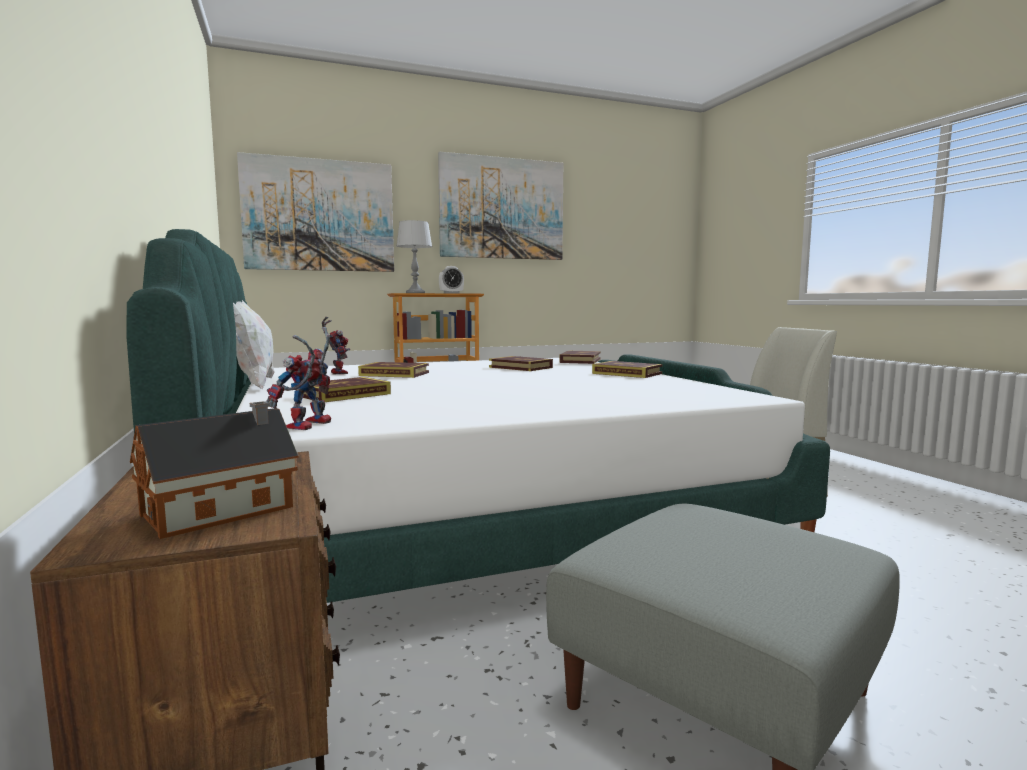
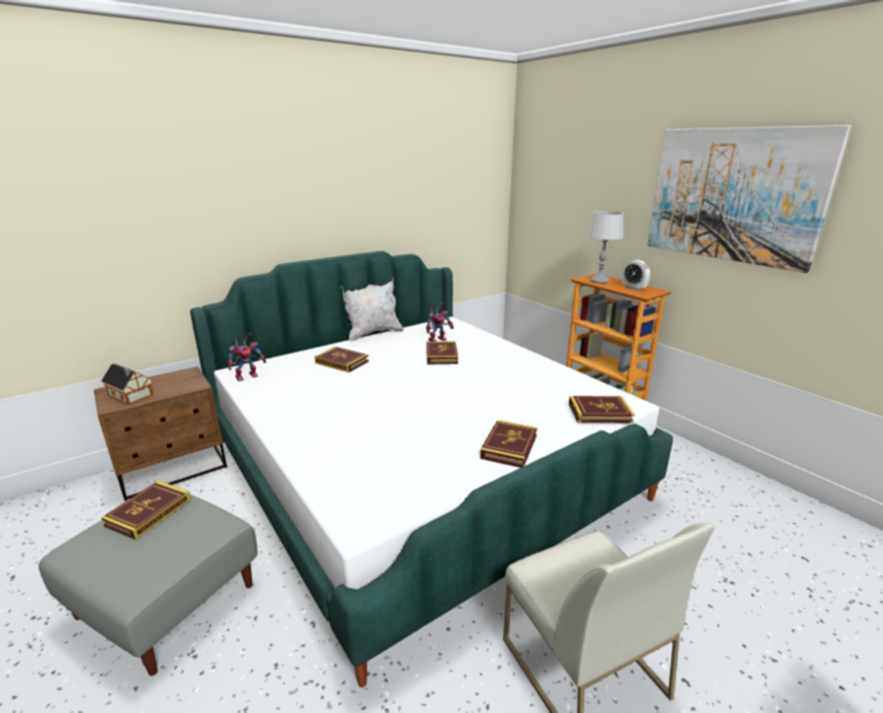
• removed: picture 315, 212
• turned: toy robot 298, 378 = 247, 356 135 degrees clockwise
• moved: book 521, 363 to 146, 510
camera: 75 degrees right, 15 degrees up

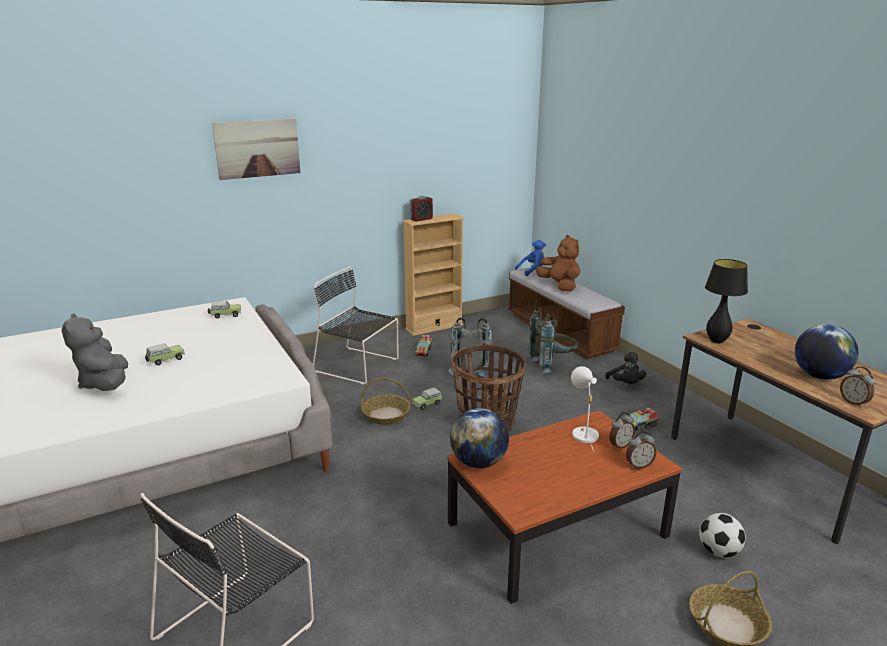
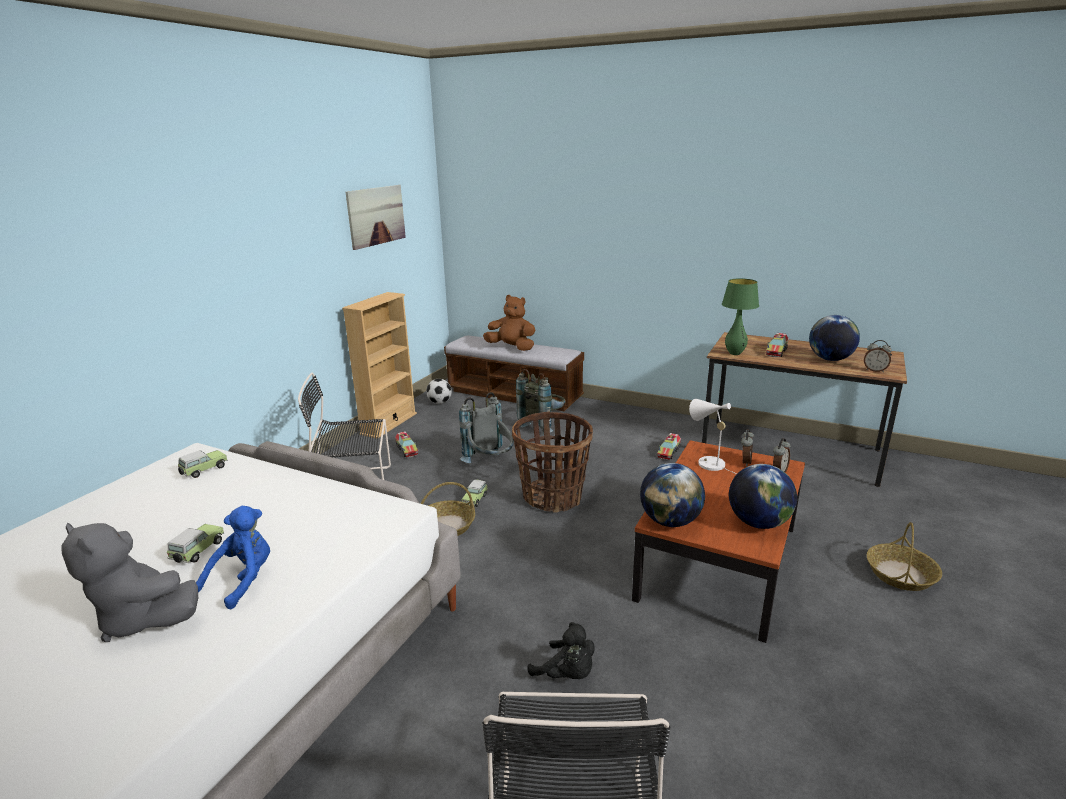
• moved: picture 256, 149 to 376, 217
• removed: alarm clock 421, 209
• moved: plush toy (blue) 530, 258 to 233, 557
• moved: plush toy (black) 625, 368 to 561, 650
• moved: football 722, 535 to 439, 391
• recoloured: table lamp (black) 726, 301 to table lamp (green) 740, 316
• added: globe 763, 496
• added: toy truck 777, 345
camera: 35 degrees left, 0 degrees up

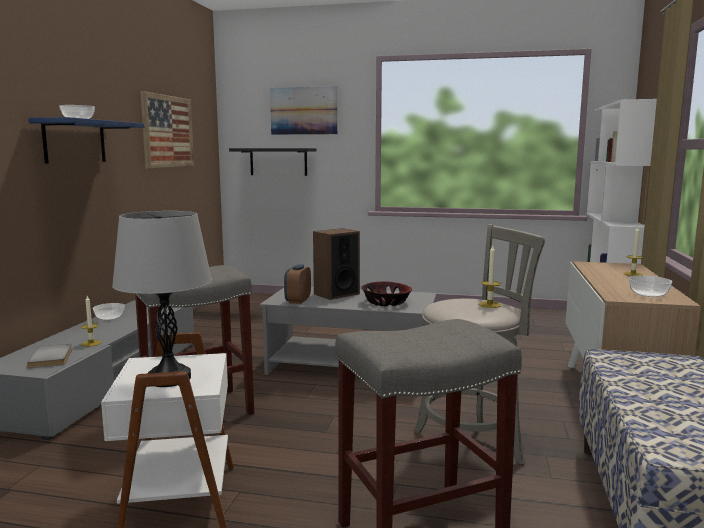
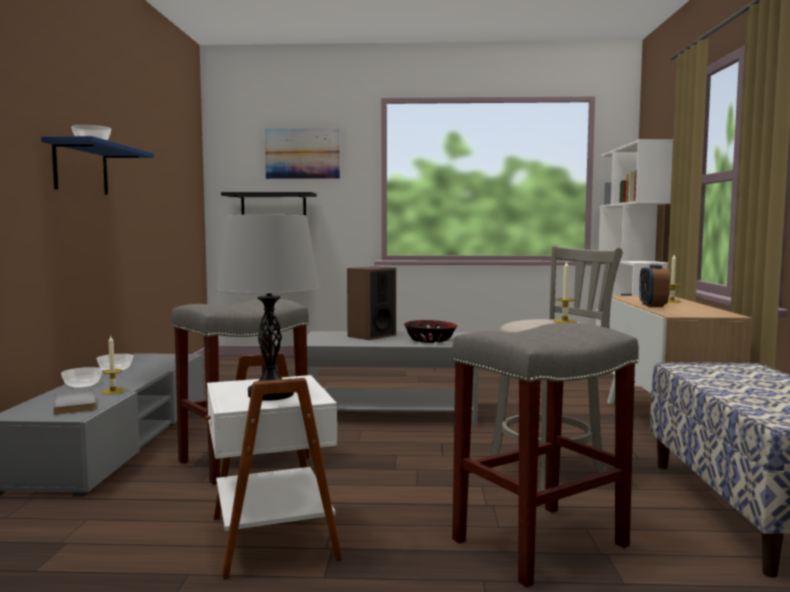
• removed: picture 167, 130
• moved: alarm clock 297, 284 to 654, 286
• moved: bowl 650, 286 to 82, 377
camera: 10 degrees left, 5 degrees down

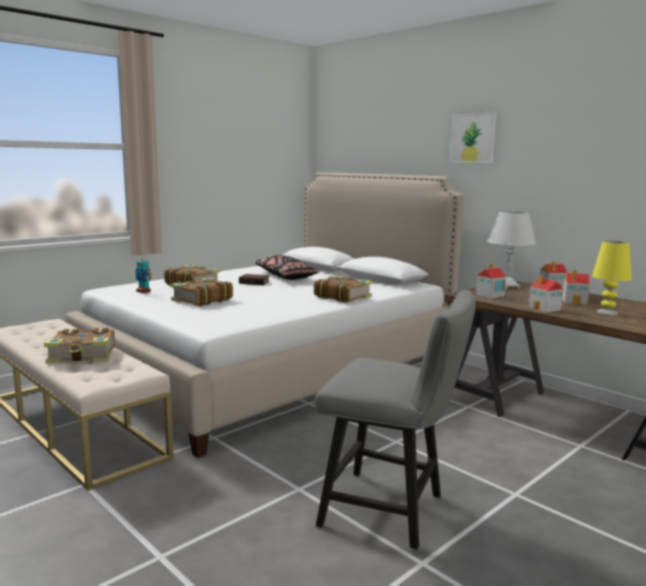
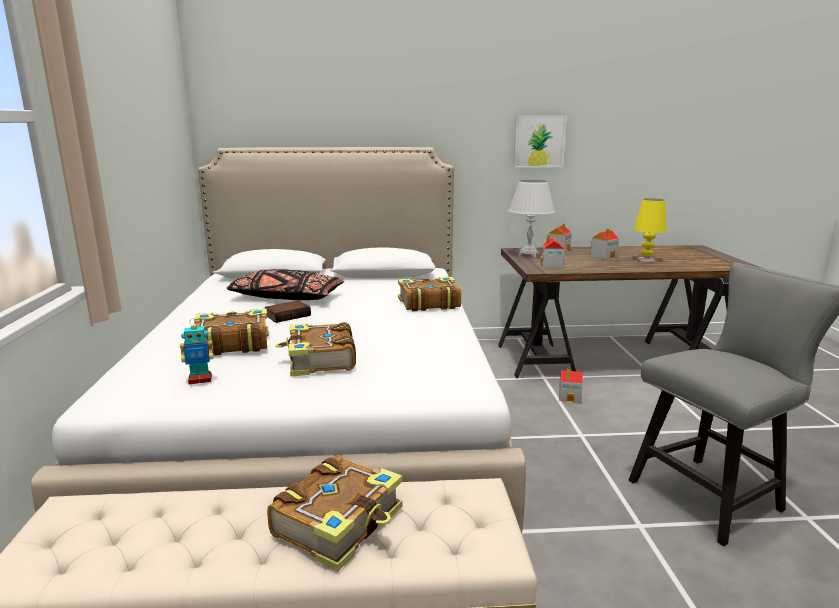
• moved: picture 473, 137 to 540, 141
• moved: toy house 545, 294 to 571, 386
camera: 50 degrees left, 5 degrees up

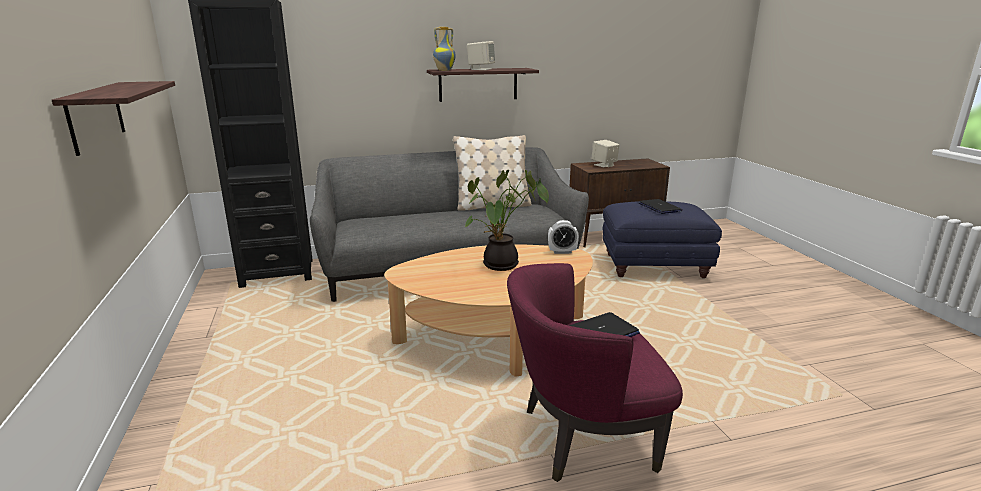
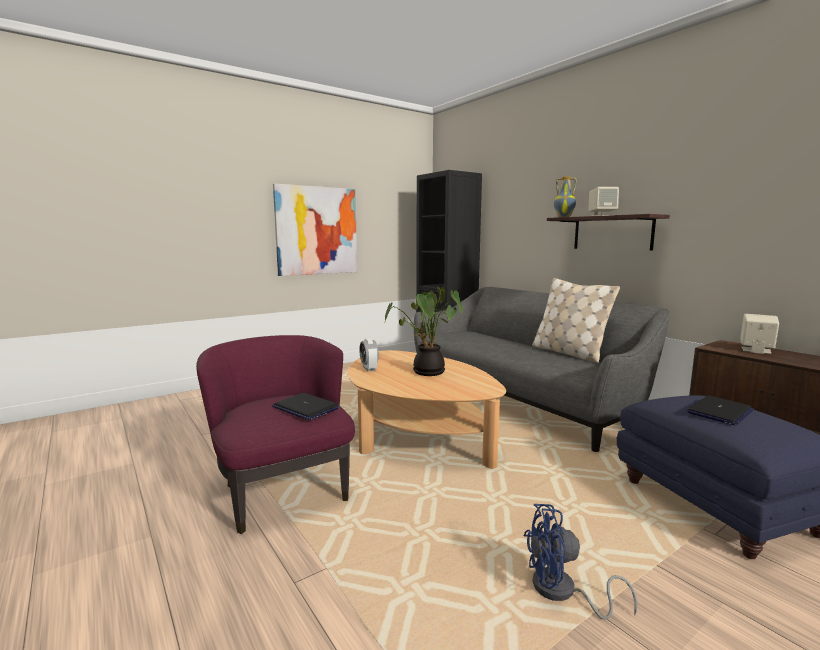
• replaced: shelf 113, 118 to picture 315, 230
• moved: alarm clock 563, 237 to 369, 354
• added: fan (blue) 581, 562
camera: 70 degrees right, 10 degrees down

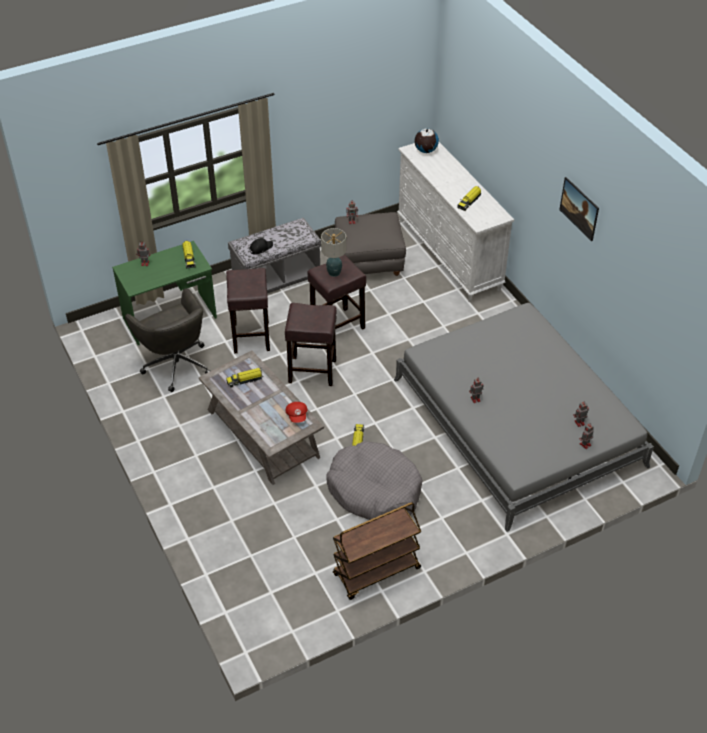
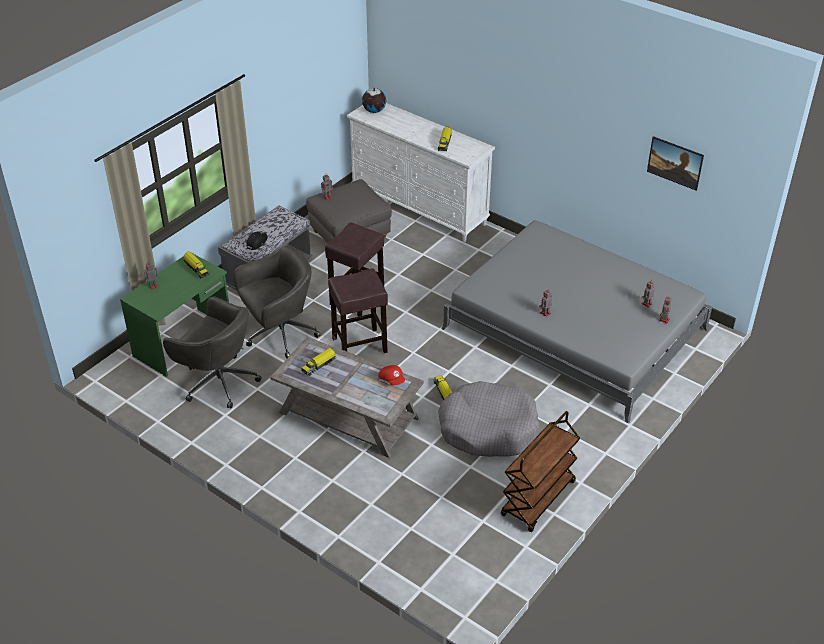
• replaced: stool (brown) 248, 310 to office chair (grey) 277, 302
• removed: table lamp 333, 252
• moved: picture 579, 209 to 675, 163
camera: 25 degrees left, 5 degrees down

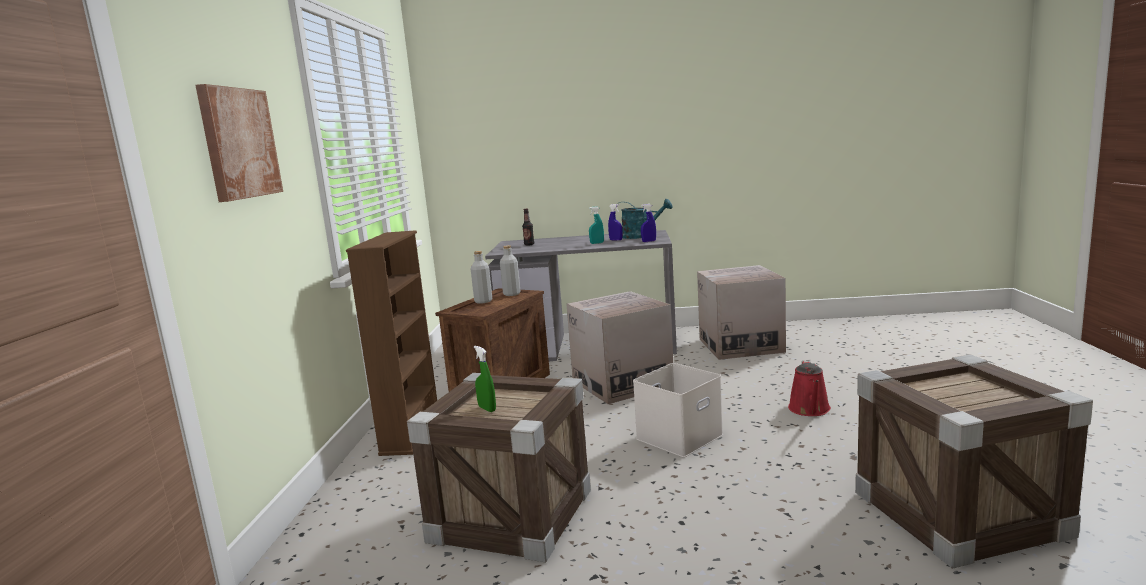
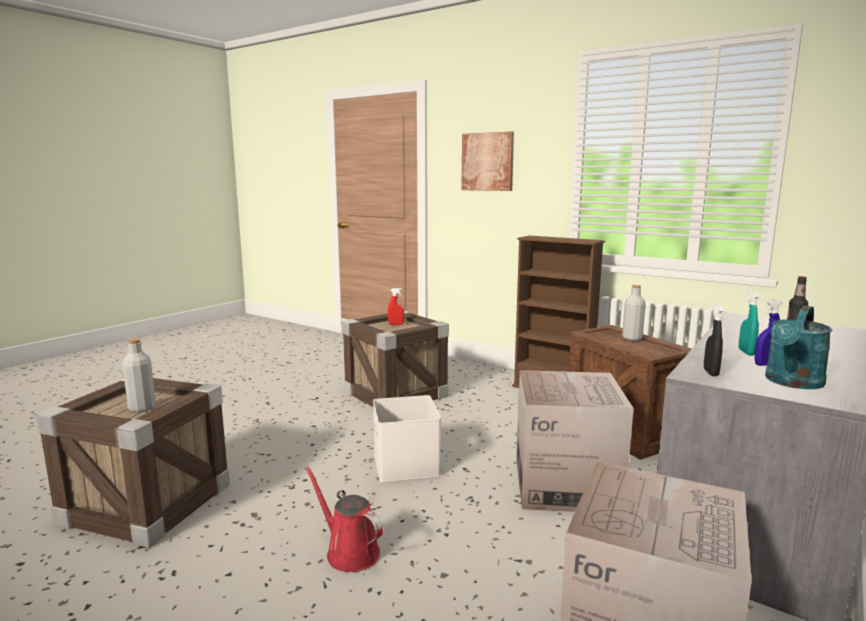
• recoloured: spray bottle (green) 485, 379 to spray bottle (red) 396, 306
• moved: bottle (grey) 510, 270 to 139, 375
• recoloured: spray bottle (blue) 648, 223 to spray bottle (black) 713, 339
camera: 120 degrees right, 0 degrees up

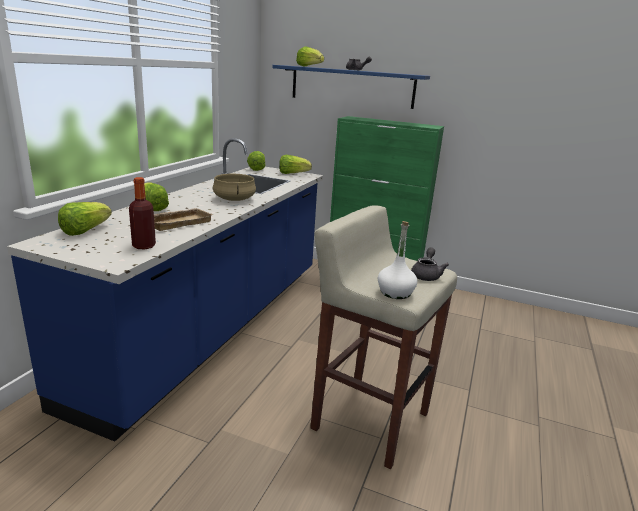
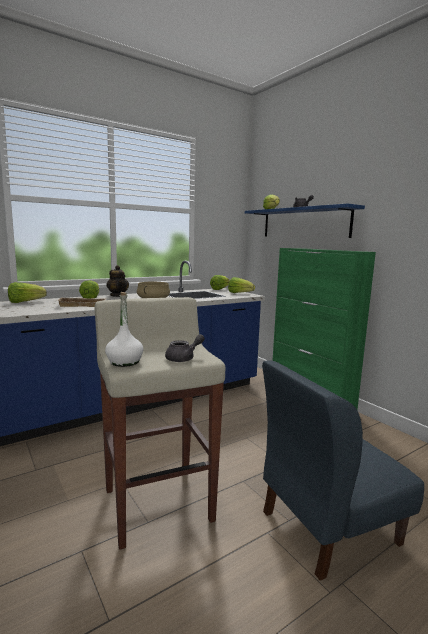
• removed: bottle 142, 213
• added: teapot 117, 281
• added: chair (blue) 343, 470
camera: 35 degrees right, 10 degrees down

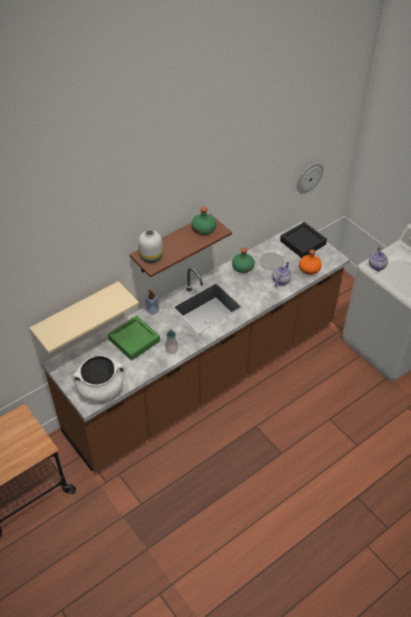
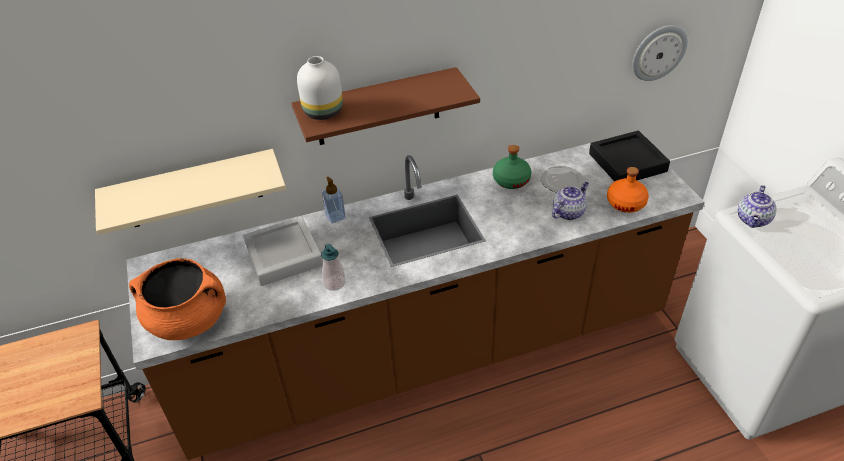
• recoloured: cooking pot (white) 98, 378 to cooking pot (orange) 177, 299
• recoloured: tray (green) 134, 338 to tray (grey) 282, 251
• removed: bottle (green) 203, 221
camera: 20 degrees right, 5 degrees down

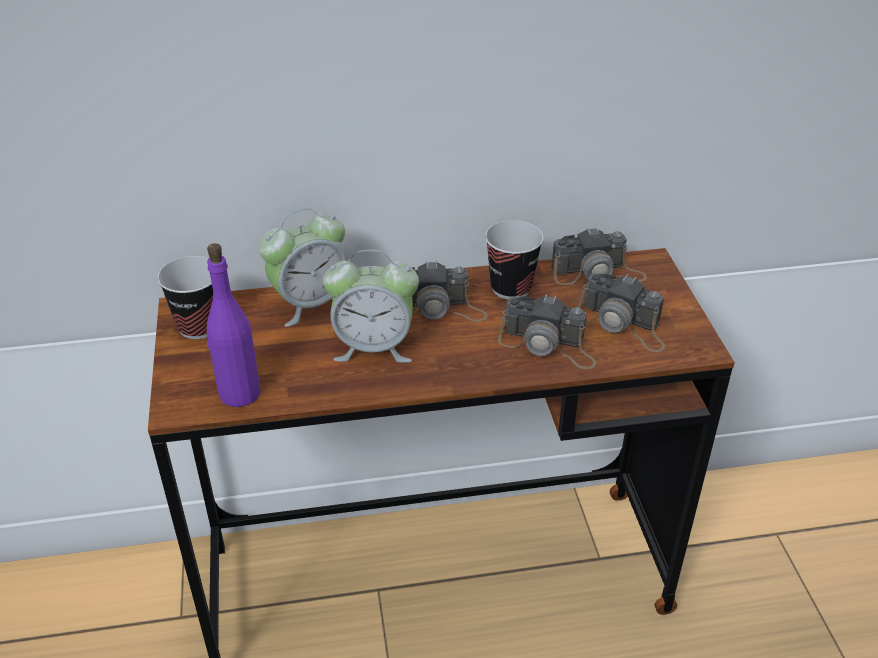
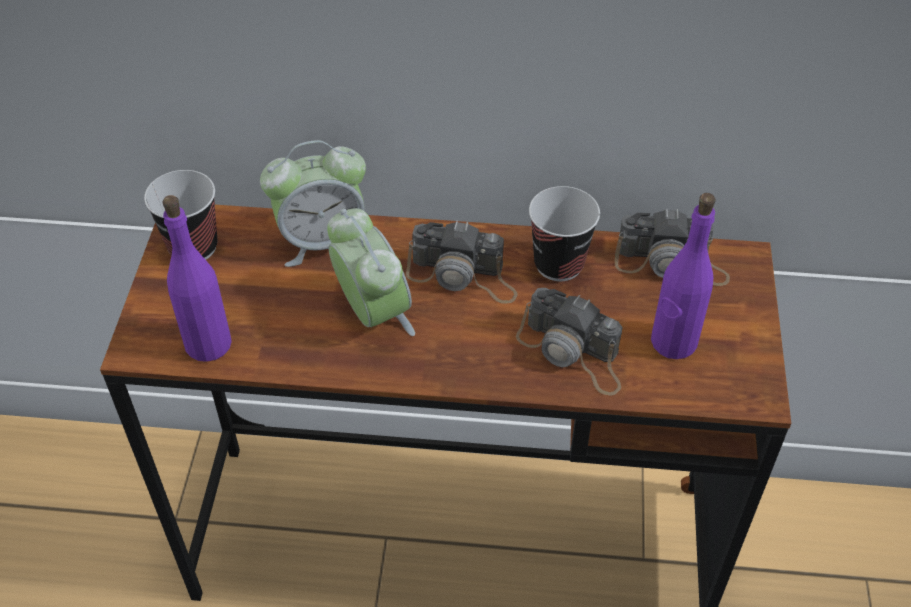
• turned: alarm clock 371, 306 = 371, 272 135 degrees counterclockwise
• replaced: photo camera 621, 312 to bottle (purple) 683, 276
camera: 15 degrees right, 10 degrees up

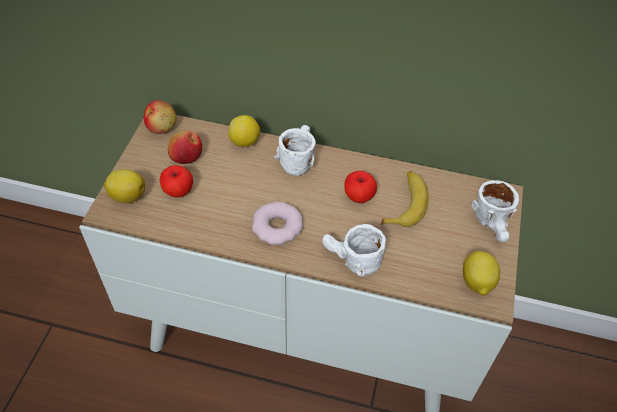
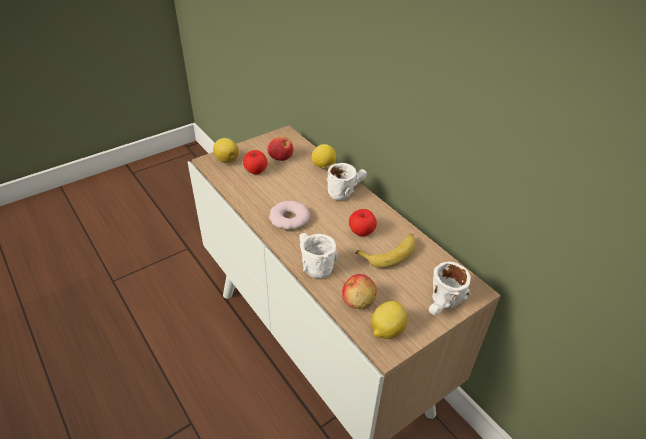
• moved: apple 160, 117 to 359, 291
camera: 40 degrees right, 10 degrees down

